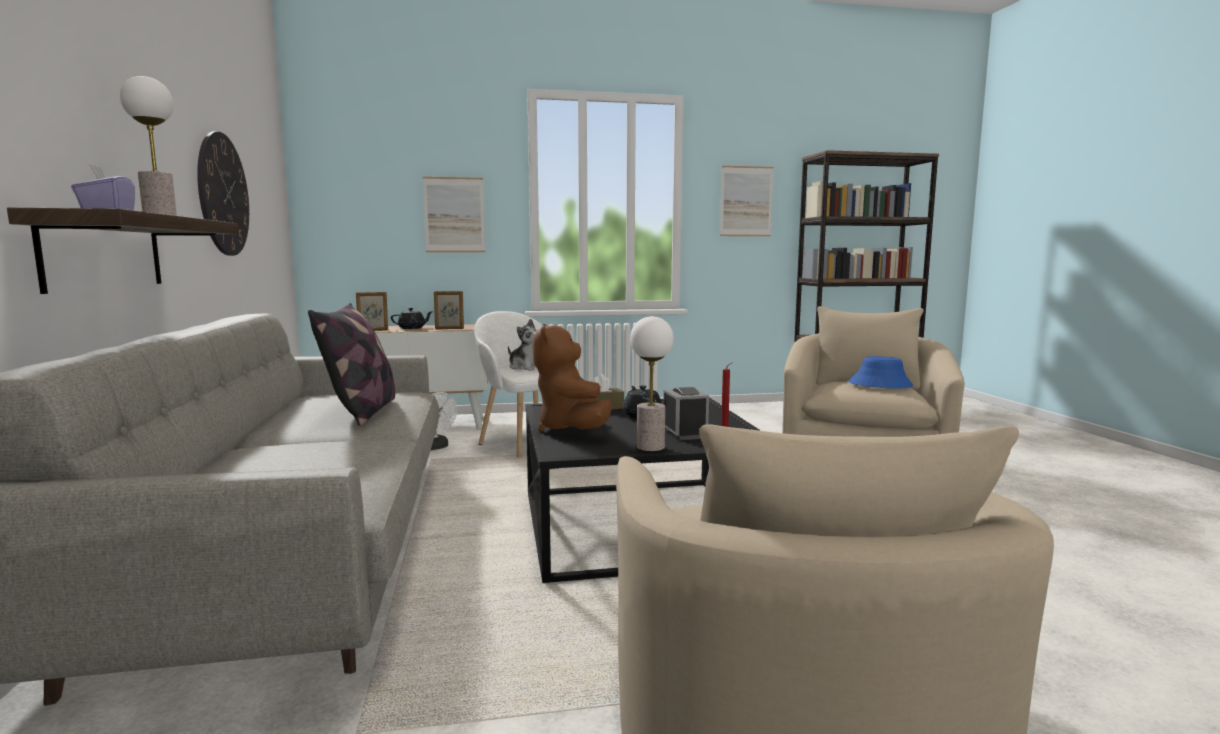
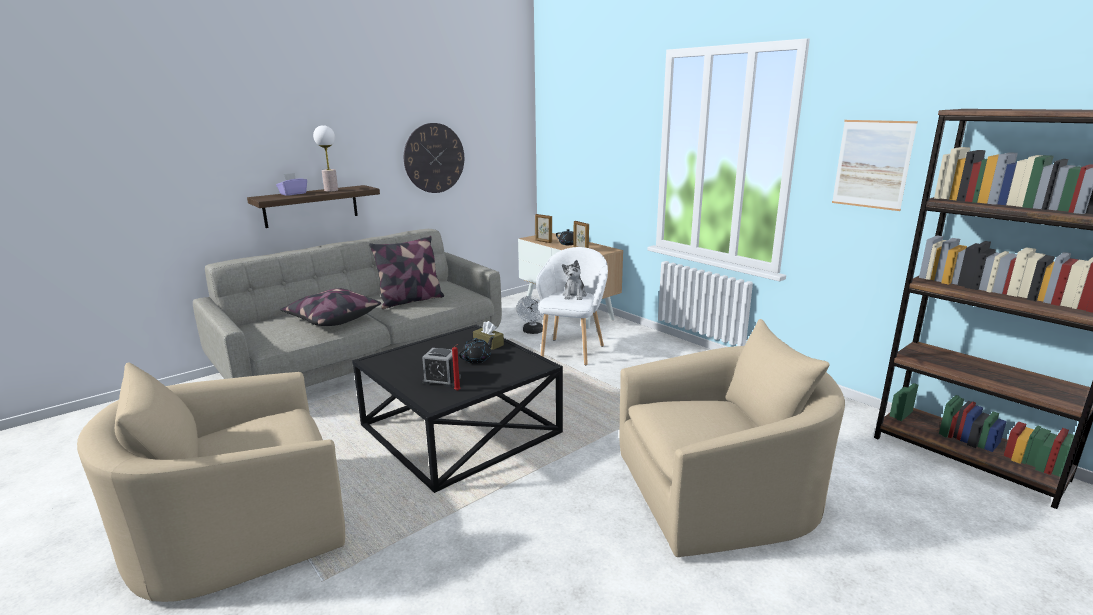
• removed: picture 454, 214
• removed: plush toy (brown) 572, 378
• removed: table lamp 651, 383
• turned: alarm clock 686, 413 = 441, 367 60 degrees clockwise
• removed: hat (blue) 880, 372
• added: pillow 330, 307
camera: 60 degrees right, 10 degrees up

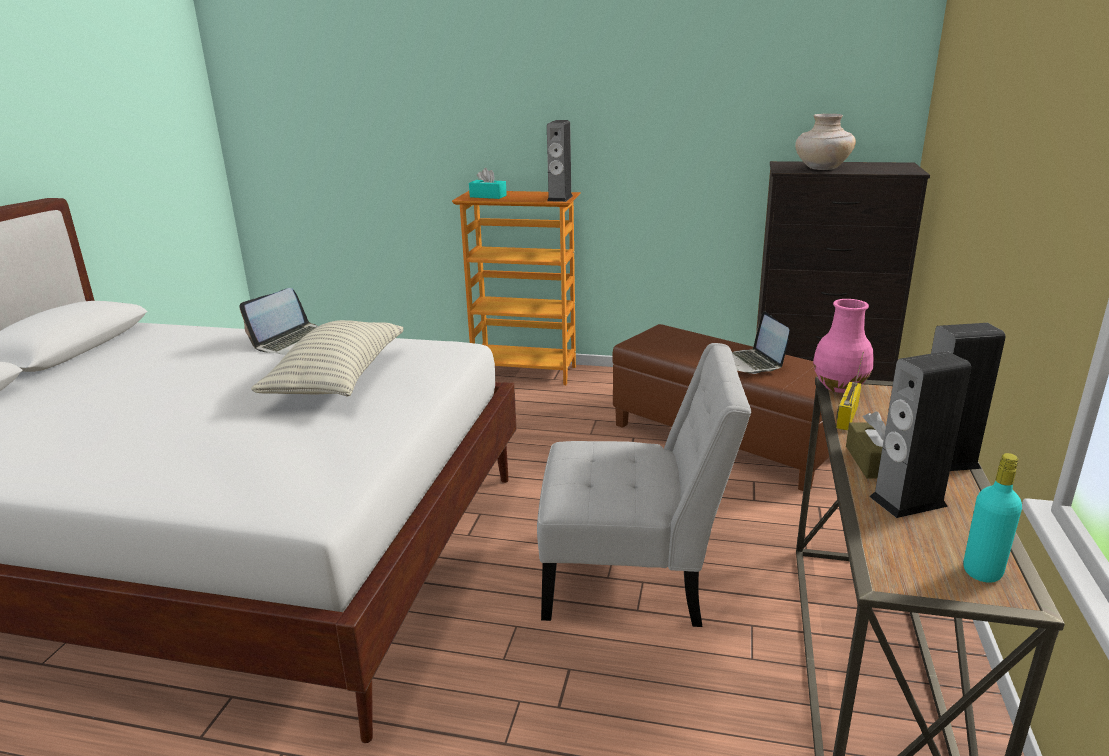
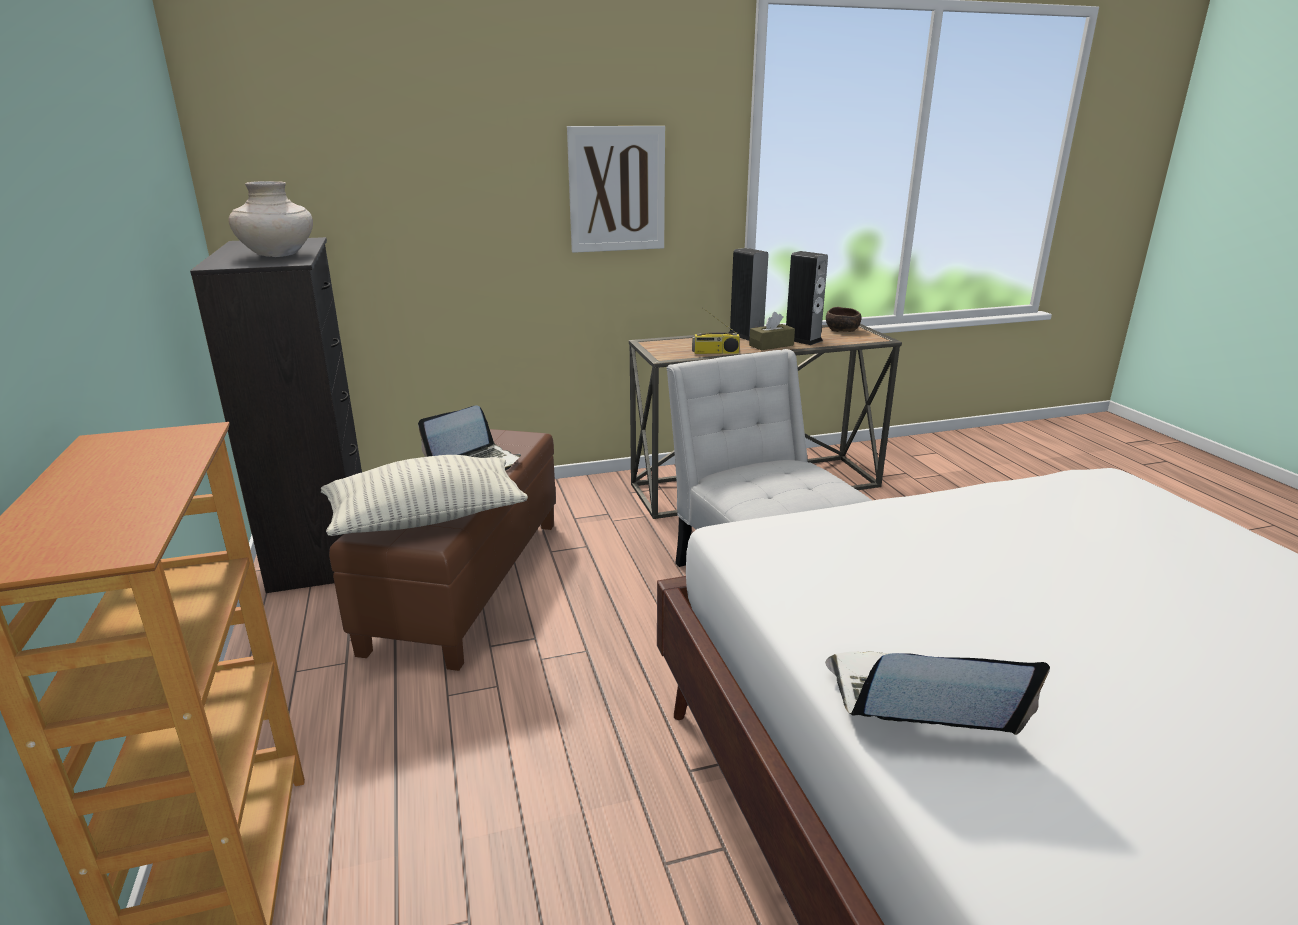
• moved: pillow 327, 358 to 424, 495
• removed: tissue box (turquoise) 488, 183
• removed: speaker 560, 161
• removed: vase (pink) 843, 346
• replaced: bottle (turquoise) 992, 518 to bowl (brown) 844, 319
• added: picture 616, 189
camera: 120 degrees left, 0 degrees up

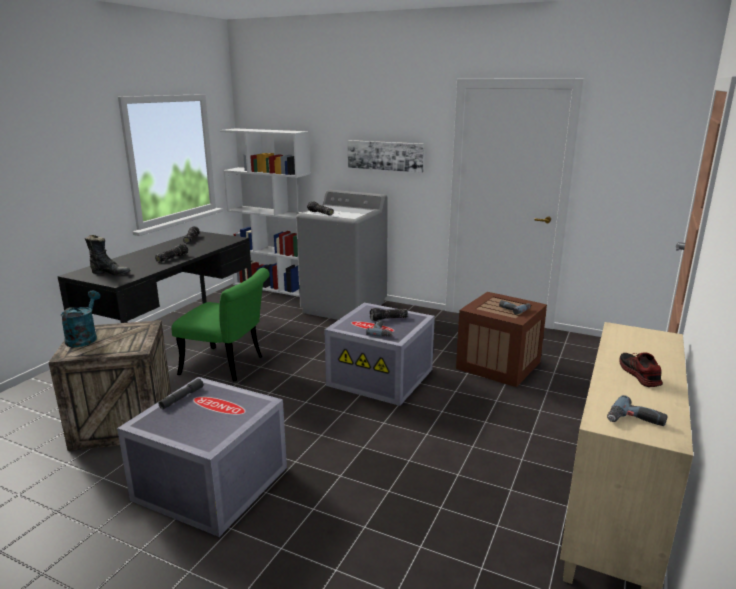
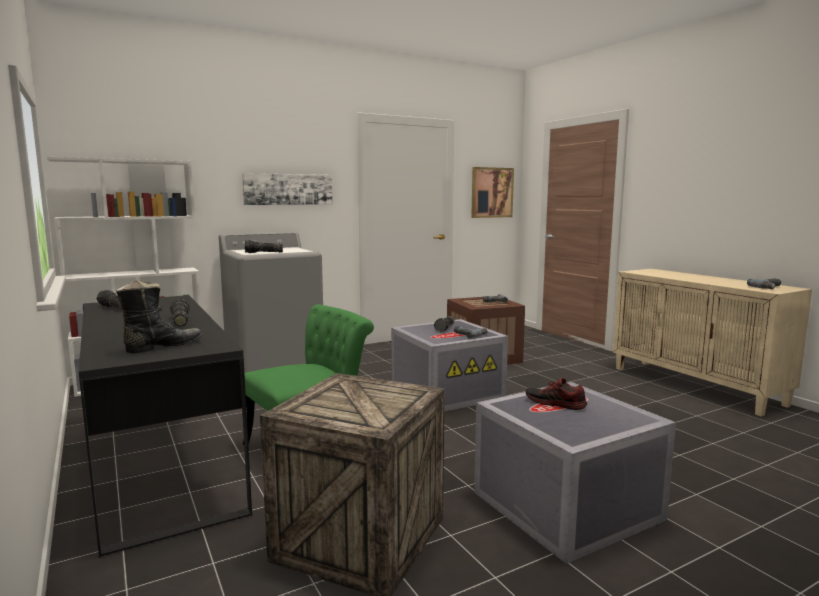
• removed: watering can (turquoise) 81, 319
• removed: flashlight (grey) 181, 394
• moved: shoe 641, 369 to 556, 394
• added: picture 492, 192
camera: 55 degrees left, 10 degrees down

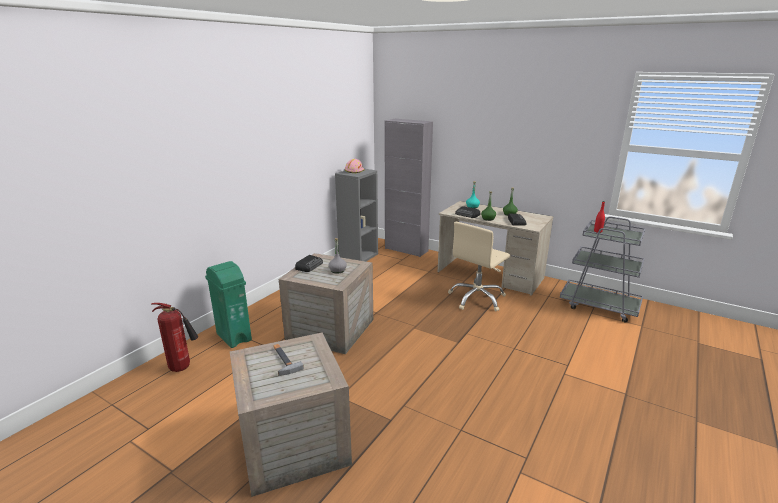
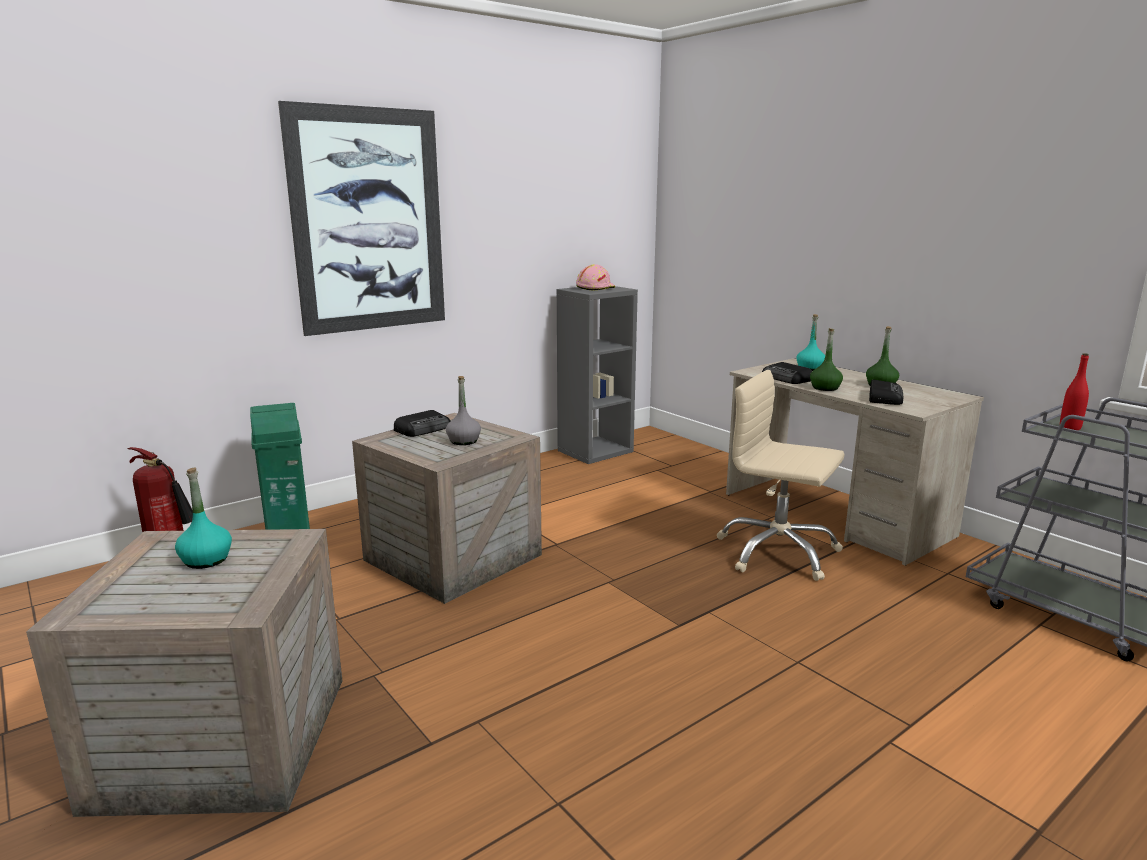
• replaced: hammer 289, 360 to bottle (turquoise) 203, 518
• removed: cabinet (grey) 408, 188
• turned: office chair (beige) 479, 266 = 781, 475 60 degrees clockwise
• added: picture 361, 218
camera: 20 degrees right, 5 degrees down

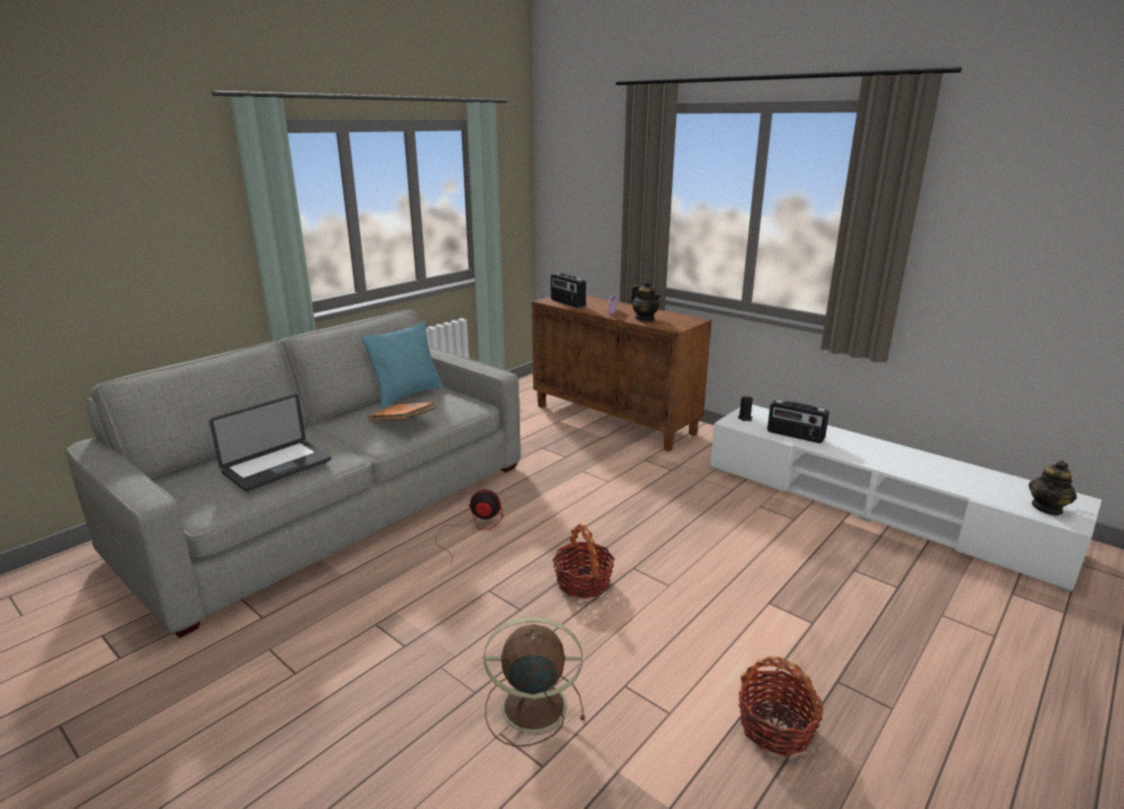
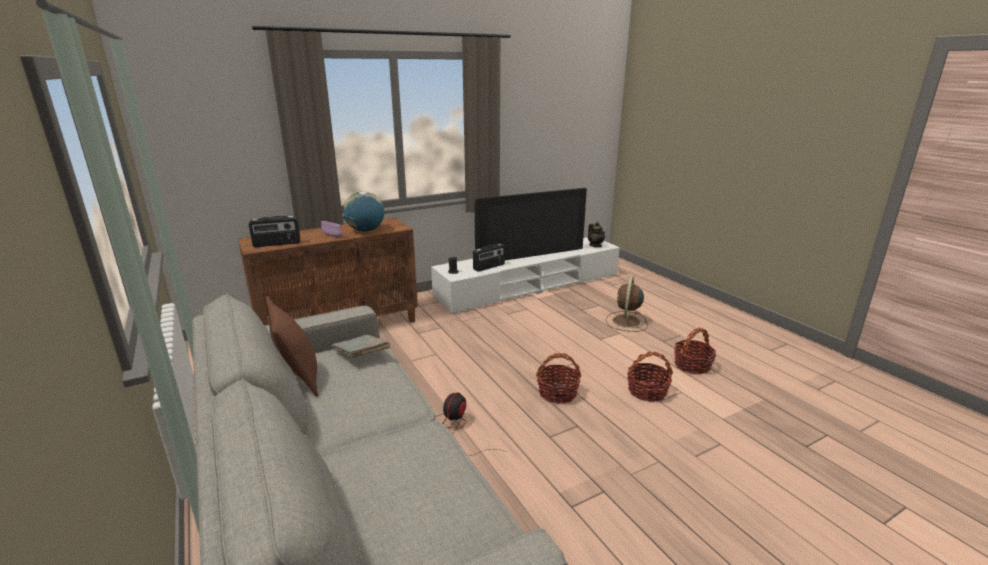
• removed: laptop 270, 442
• recoloured: pillow (turquoise) 402, 364 to pillow (brown) 292, 346
• removed: book (orange) 401, 412
• moved: fan (brown) 534, 682 to 627, 304
• replaced: teapot 646, 301 to globe 363, 212
• added: book (grey) 360, 346
• added: television 531, 224
• added: basket 650, 377
camera: 70 degrees left, 0 degrees up

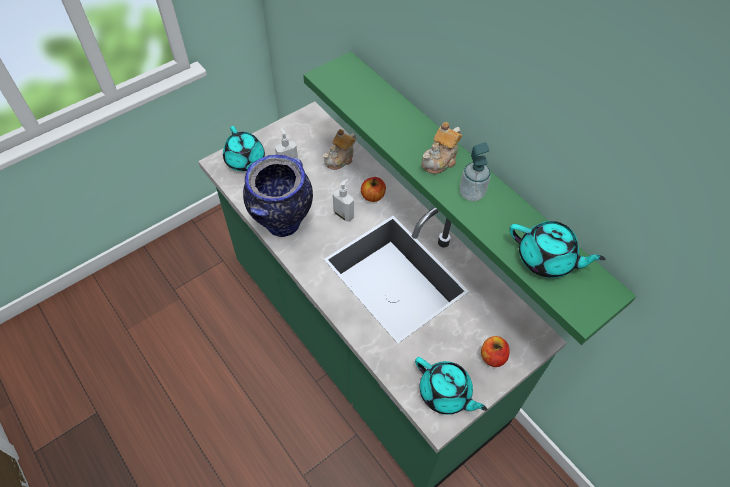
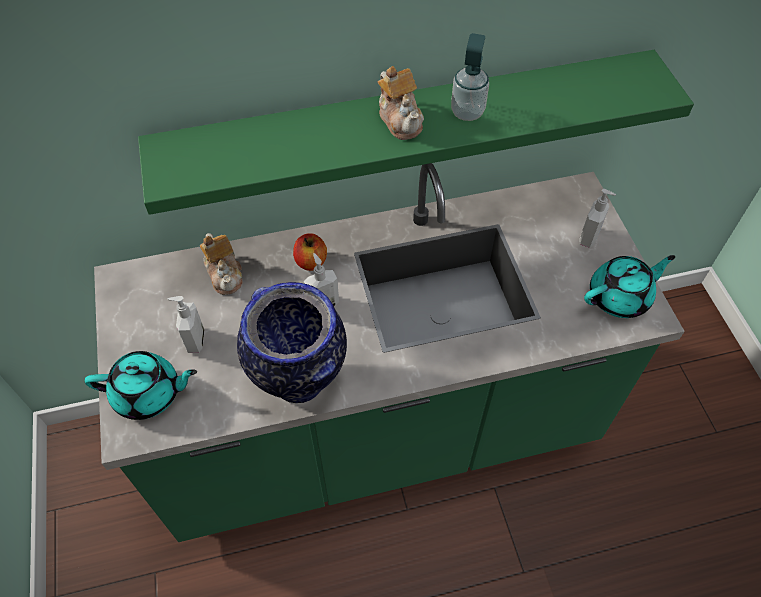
• replaced: apple 495, 351 to soap dispenser 597, 218
• removed: teapot (turquoise) 557, 249
camera: 65 degrees left, 0 degrees up

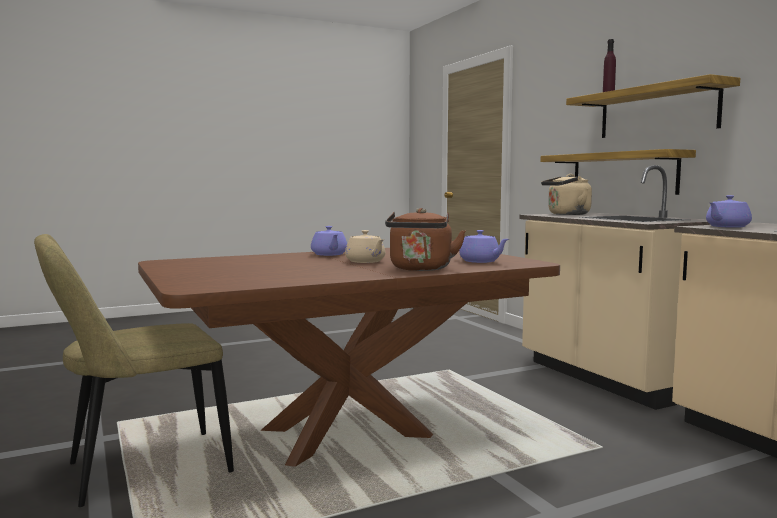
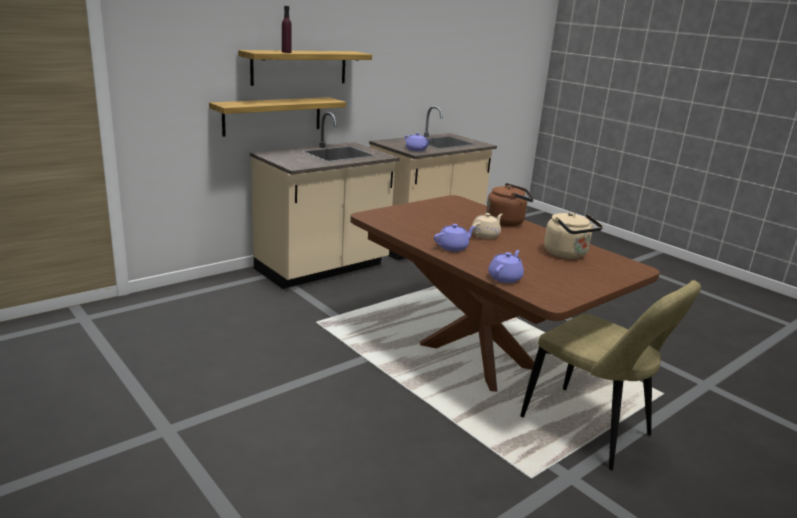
• moved: teapot (purple) 484, 246 to 506, 266
• moved: kettle (beige) 566, 194 to 573, 235
camera: 105 degrees left, 15 degrees up

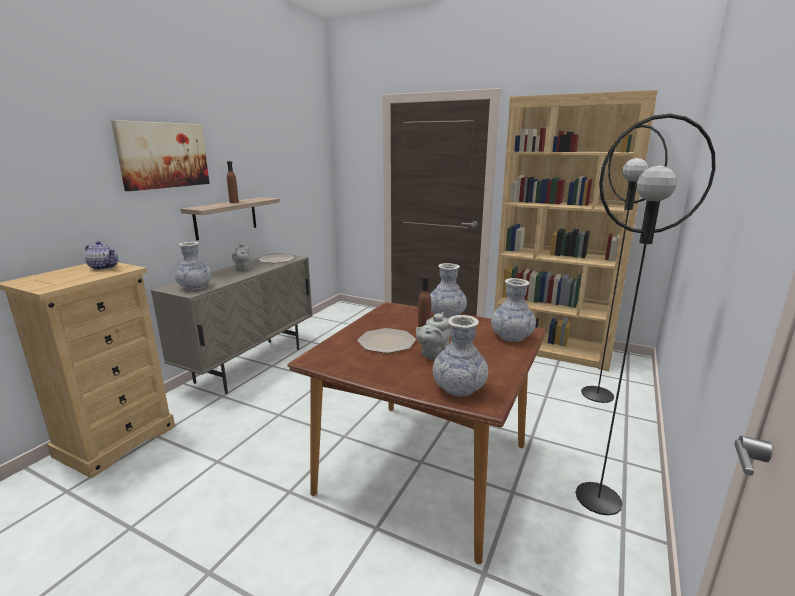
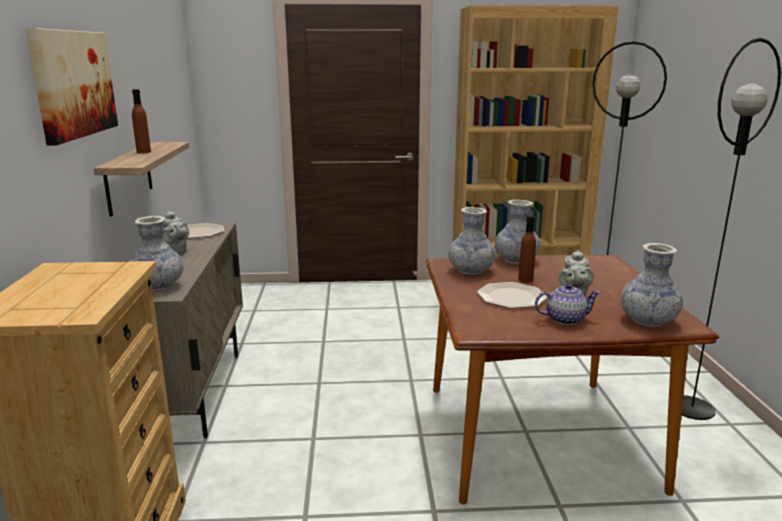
• moved: teapot 101, 255 to 567, 304
• moved: vase 513, 310 to 471, 241
camera: 30 degrees left, 0 degrees up

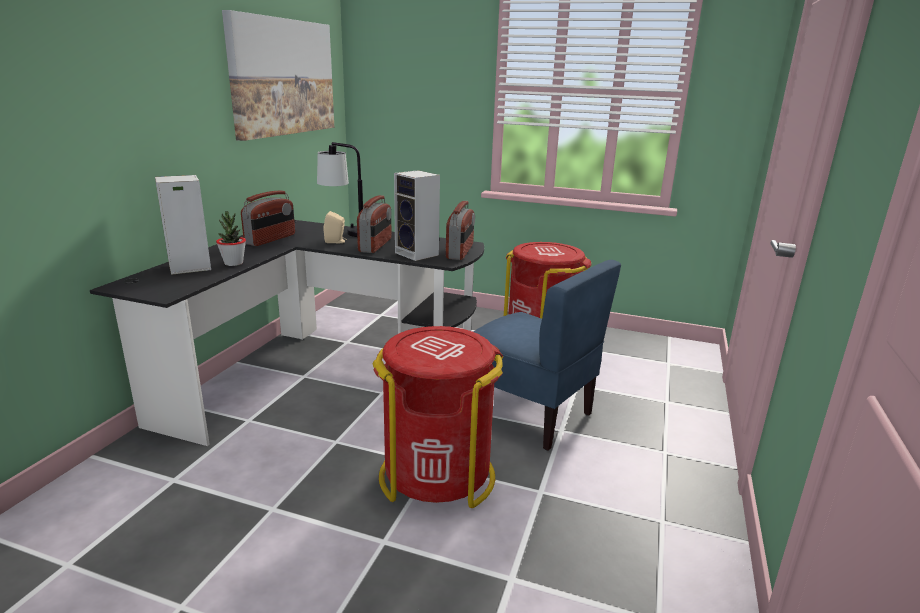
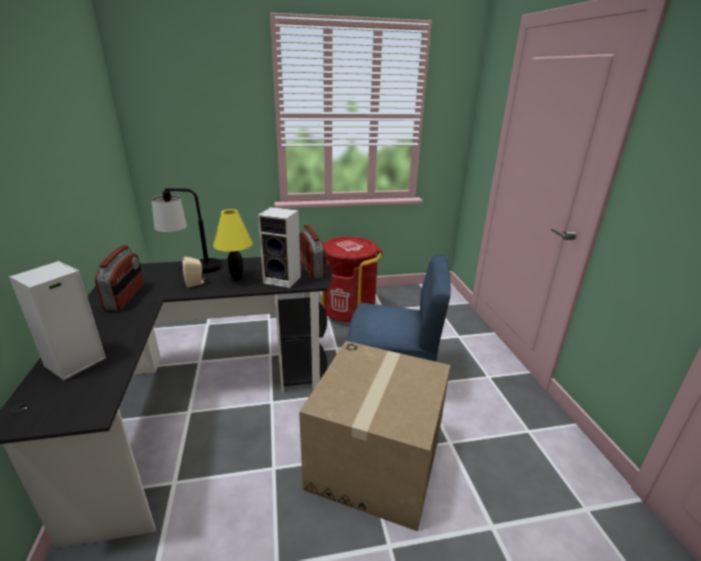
• removed: potted plant 231, 238
• removed: picture 278, 75
• replaced: radio 374, 224 to table lamp (yellow) 233, 245
• replaced: trash can (red) 438, 417 to cardboard box 375, 436
camera: 30 degrees left, 5 degrees up

